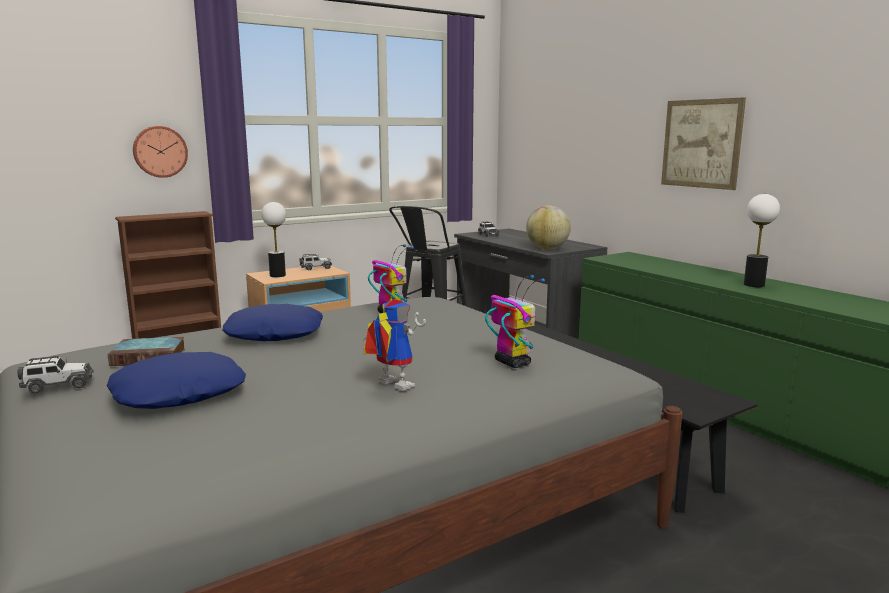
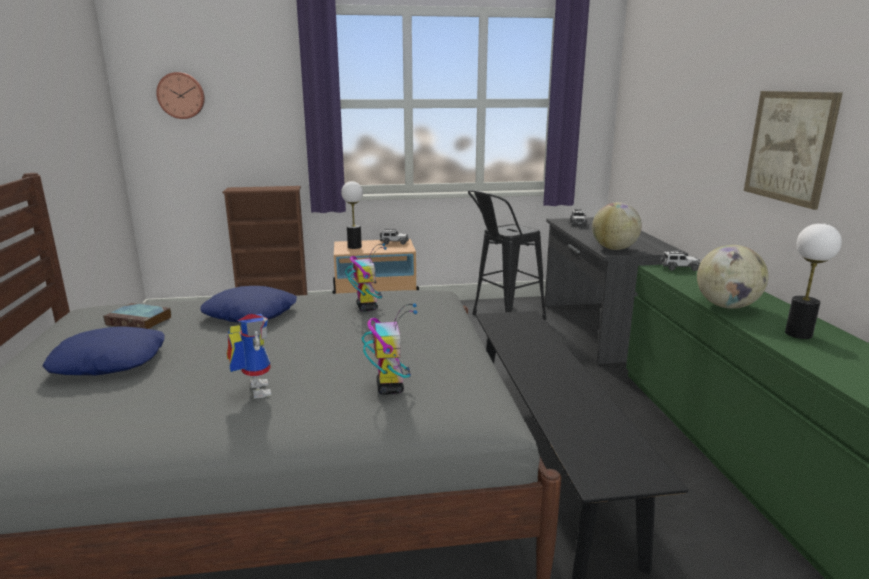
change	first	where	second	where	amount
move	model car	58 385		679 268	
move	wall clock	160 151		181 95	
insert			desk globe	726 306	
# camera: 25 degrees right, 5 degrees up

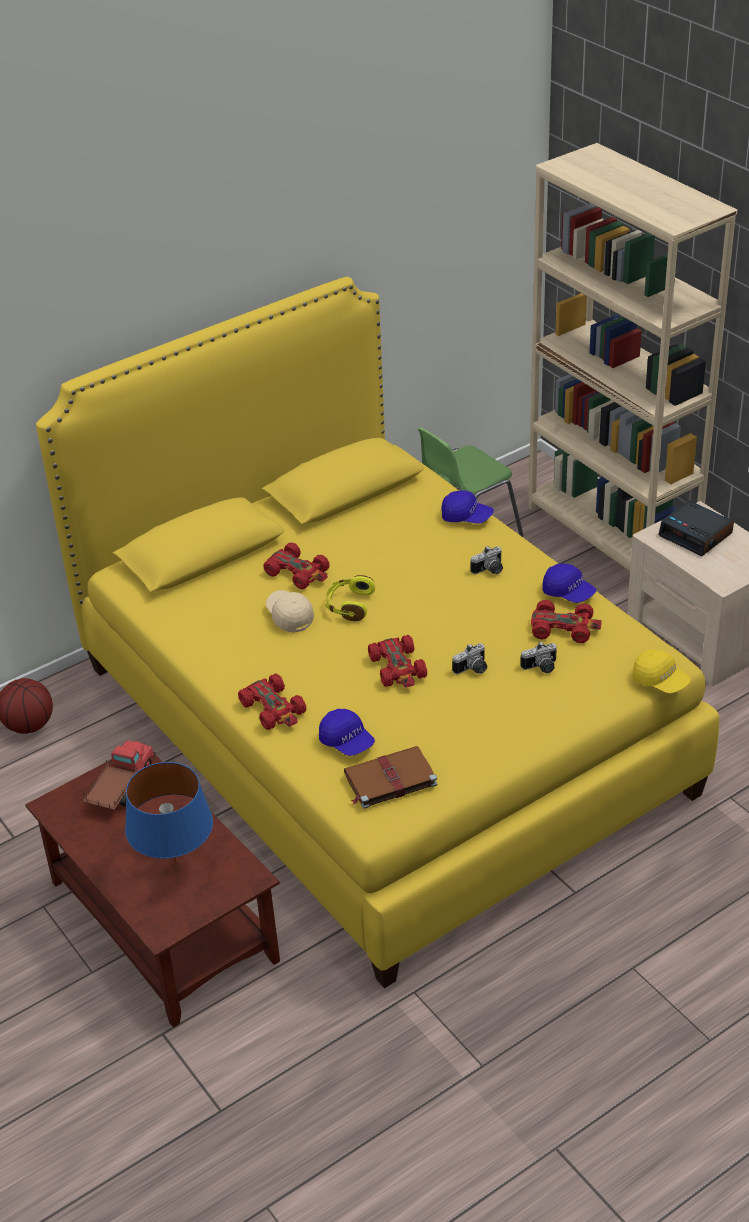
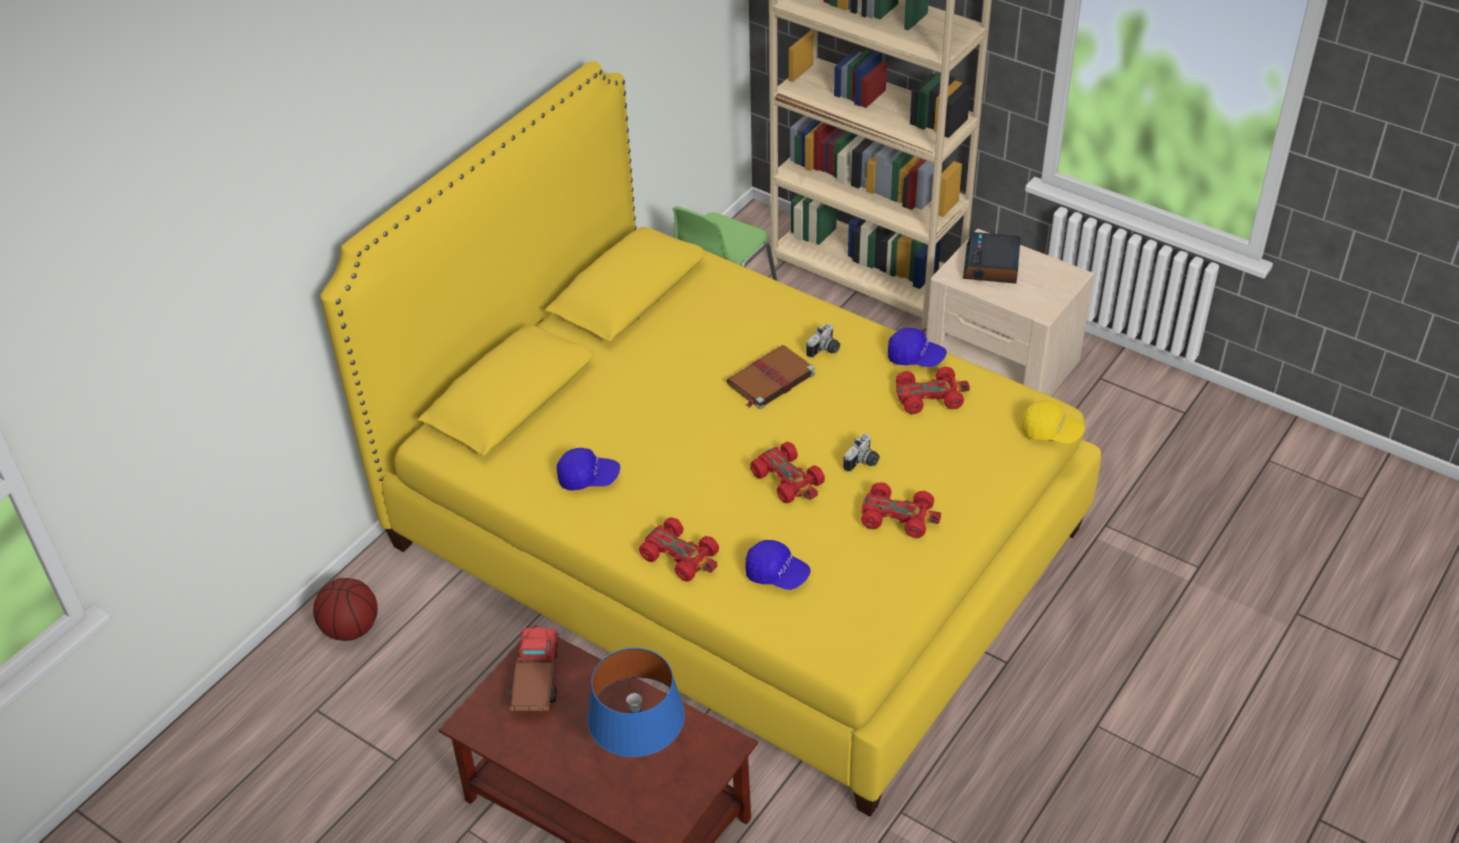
change	first	where	second	where	amount
move	reddish model car	298 572		899 517	
delete	beige peaked cap	289 616			
delete	yellow-coloured pair of headphones	349 605			
move	brown volume	389 780		770 380	
move	blue-coloured peaked cap	466 517		588 478	
delete	still camera	541 668			
rotate	table clock	696 535		992 265	75 degrees clockwise
# camera: 20 degrees left, 5 degrees up

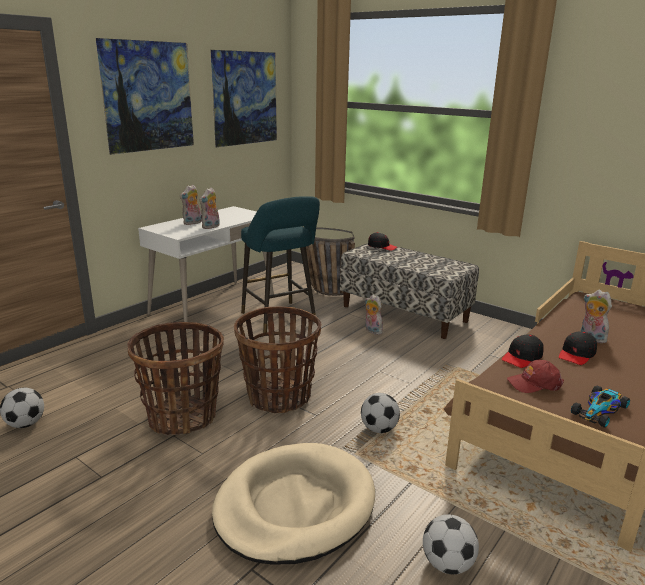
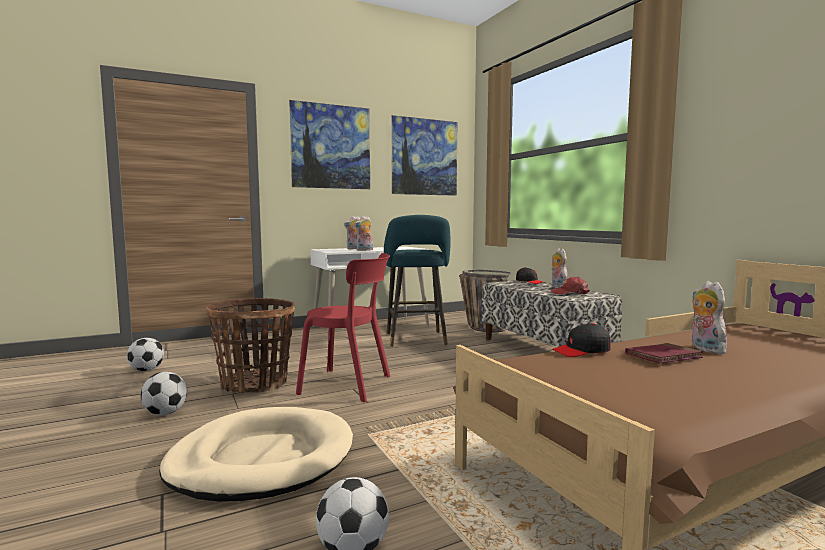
change	first	where	second	where	amount
replace	household basket	279 397	reddish plain chair	350 385	
move	football ball	379 429		165 413	
move	cuddly toy	372 331		558 286	
move	reddish peaked cap	534 383		570 293	
replace	blackish peaked cap	577 354	reddish volume	663 357	
delete	model car	600 410			
# camera: 25 degrees right, 15 degrees down

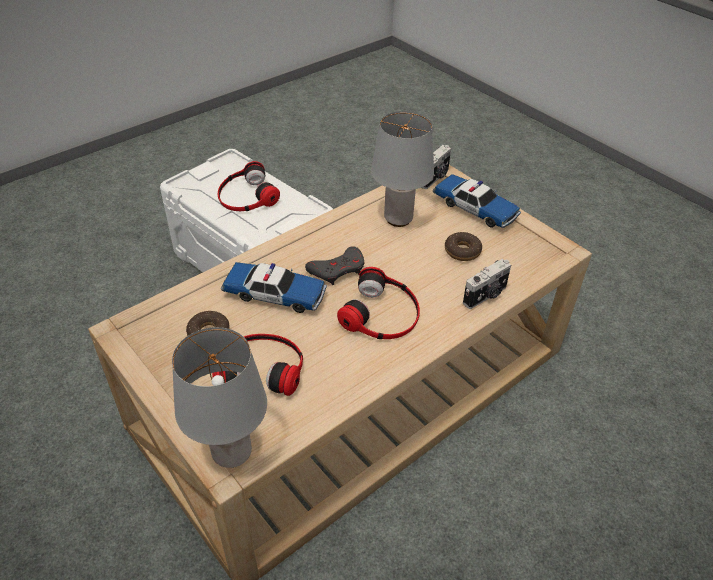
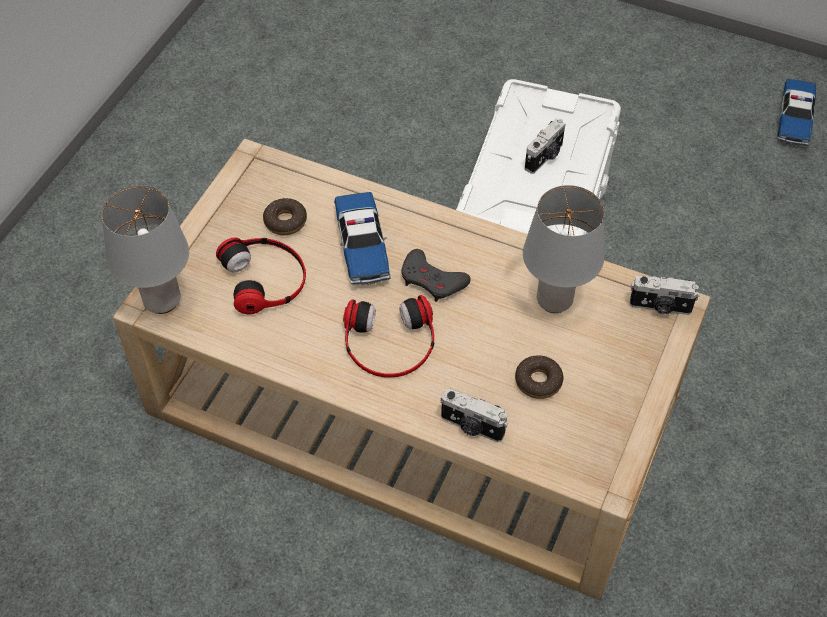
change	first	where	second	where	amount
replace	pair of headphones	246 196	still camera	545 157	
move	model car	475 208		794 118	
# camera: 65 degrees right, 10 degrees up

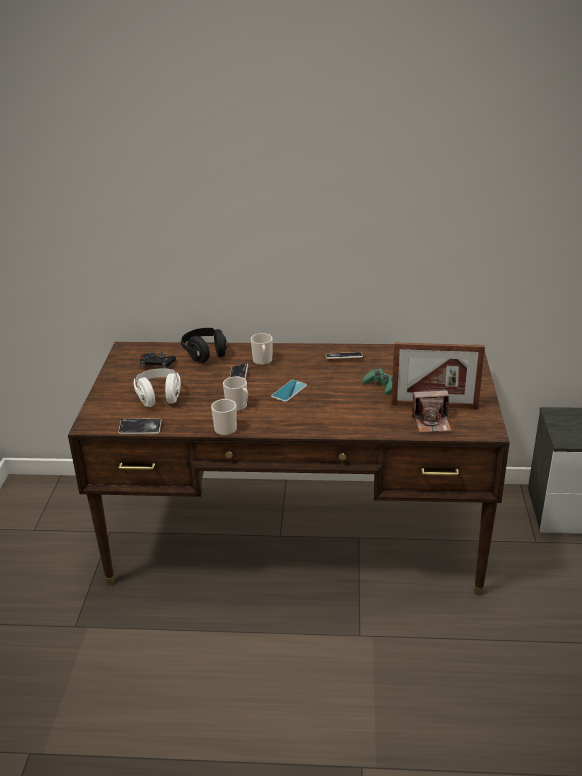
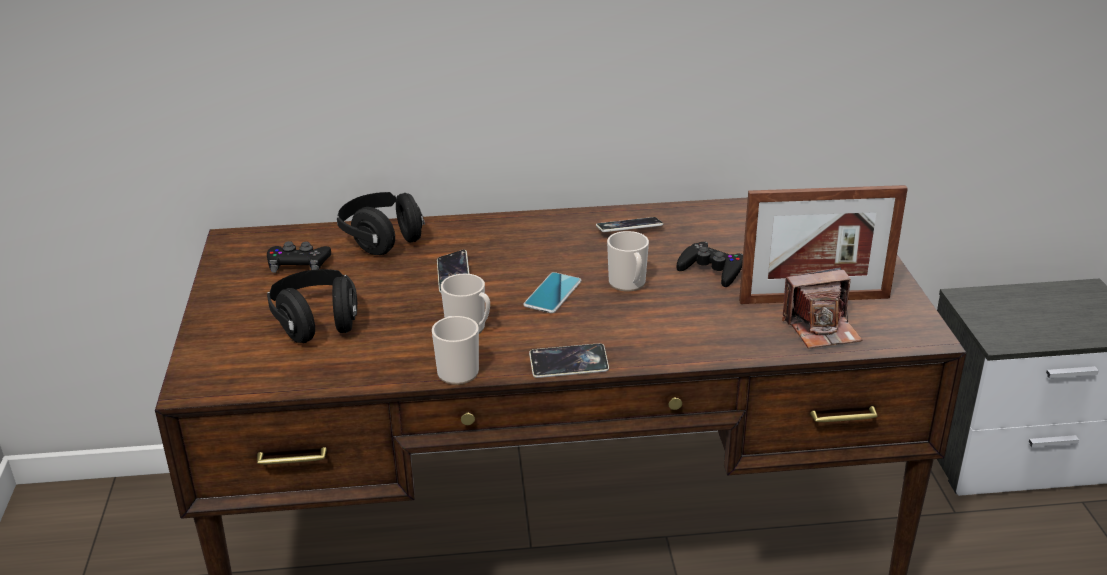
change	first	where	second	where	amount
move	handset	140 428		569 365	
recolor	whitish pair of headphones	159 397	blackish pair of headphones	317 323	
move	coffee mug	263 361		628 284	
recolor	green gamepad	382 385	blackish gamepad	711 270	
# camera: 10 degrees left, 0 degrees up

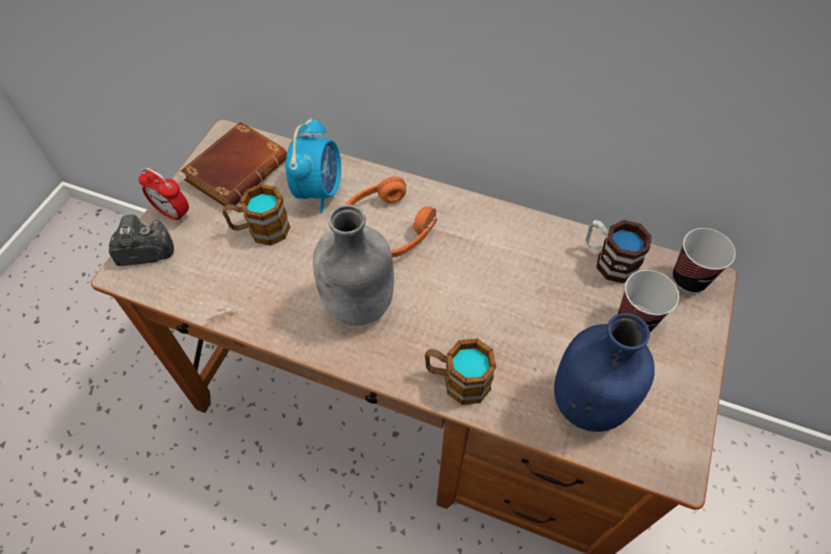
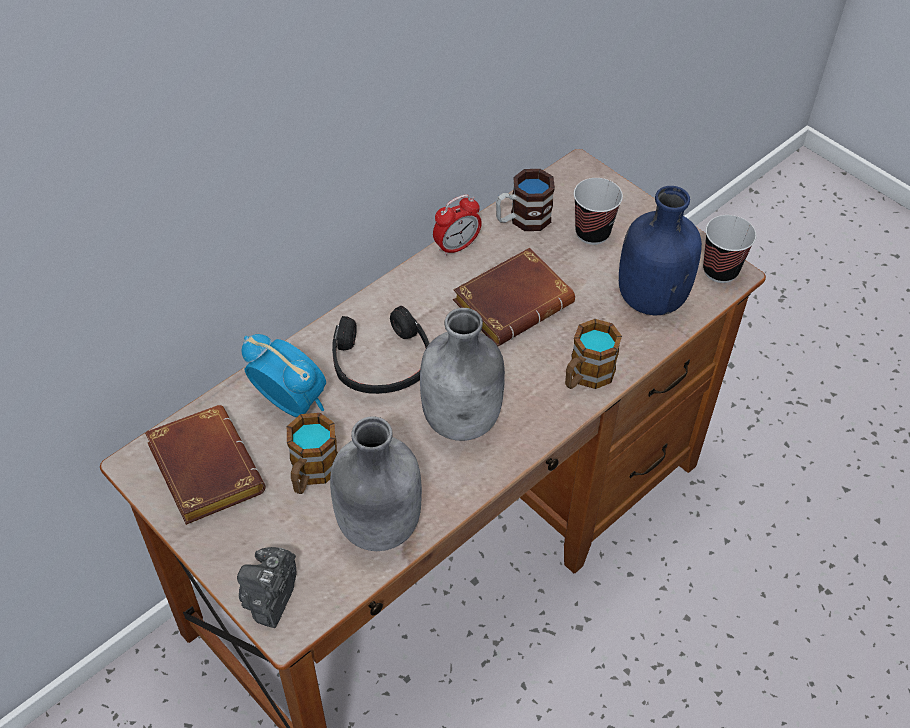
change	first	where	second	where	amount
move	table clock	173 213		456 246	
recolor	orangey pair of headphones	387 228	blackish pair of headphones	381 362	
move	drinking cup	689 279		720 270	
insert			grey beverage bottle	378 527	
insert			brown volume	513 301	
# camera: 65 degrees left, 5 degrees down

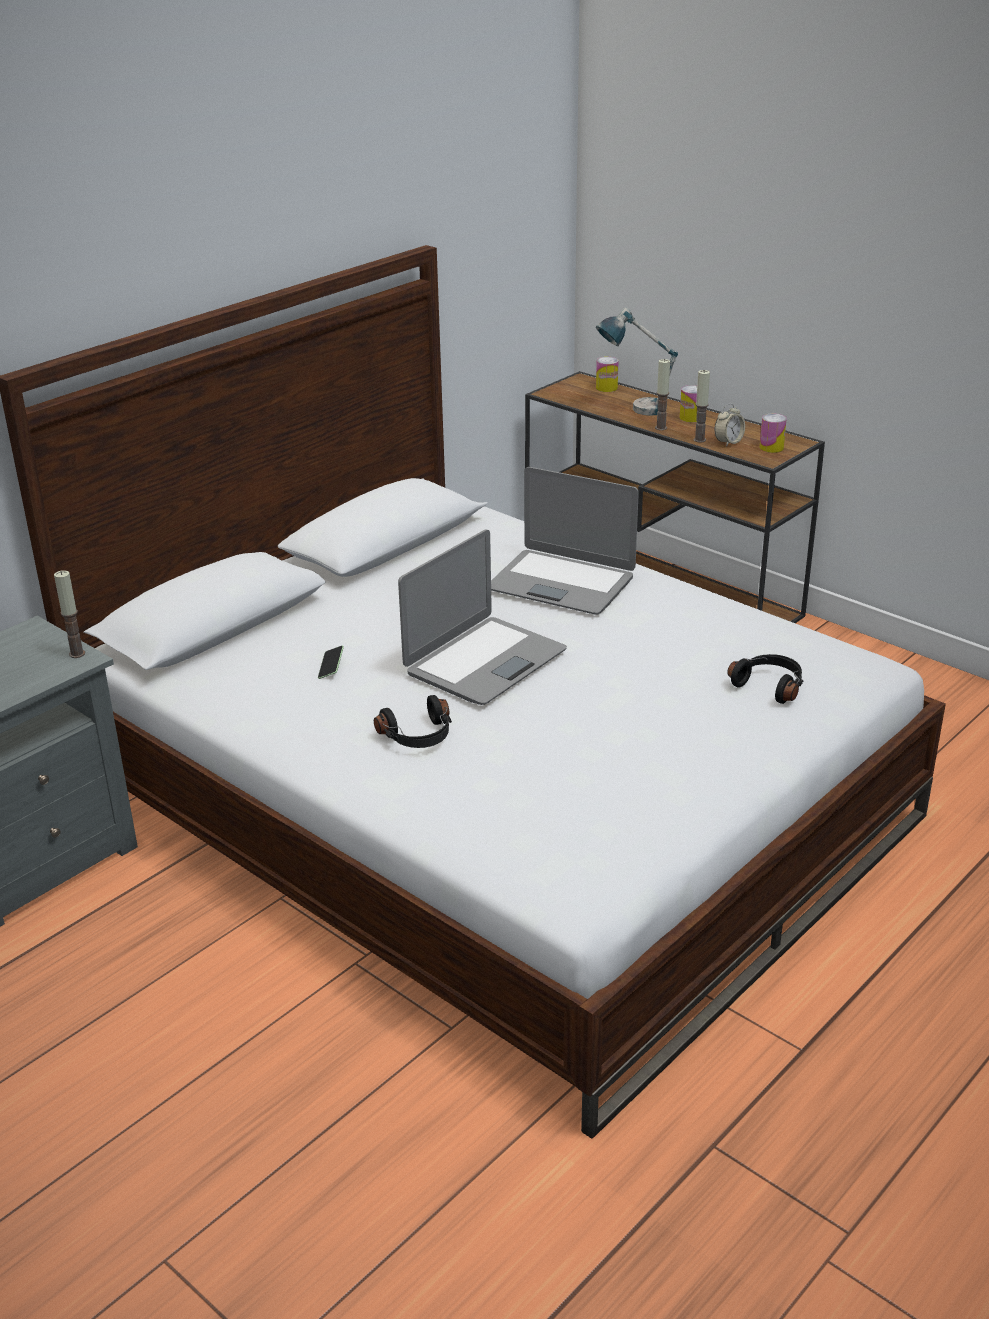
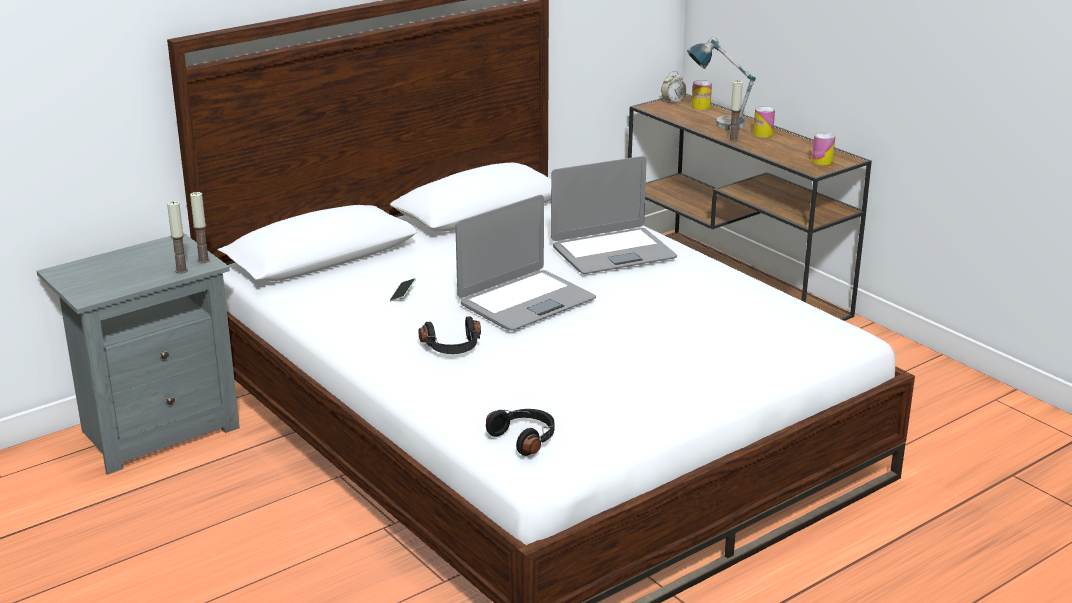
change	first	where	second	where	amount
rotate	notebook computer	561 583		612 252	60 degrees counterclockwise
move	wax candle	699 440		181 270	
move	table clock	728 442		673 101	
move	blackish pair of headphones	770 686		525 438	
# camera: 10 degrees right, 5 degrees down

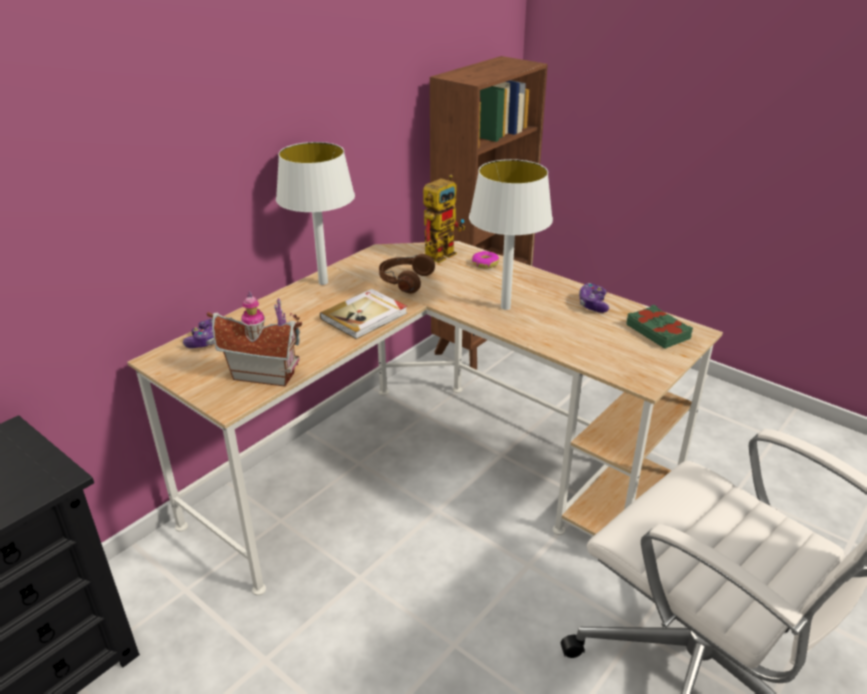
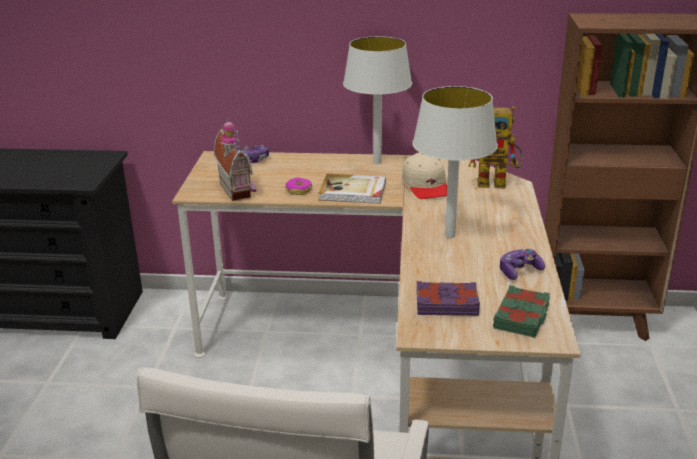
change	first	where	second	where	amount
replace	brown pair of headphones	404 281	beige peaked cap	426 186	
move	ring doughnut	485 264		298 190	
insert			purple volume	446 304	
# camera: 55 degrees right, 5 degrees down

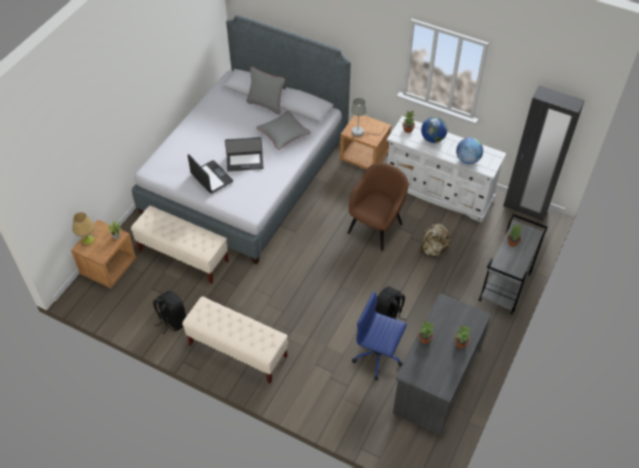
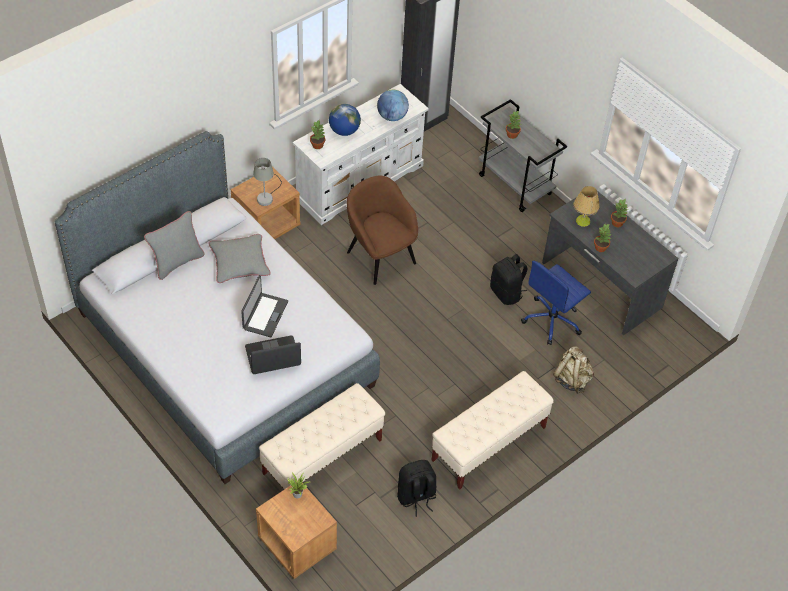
change	first	where	second	where	amount
move	table lamp	88 240		583 221	
move	beige knapsack	433 250		572 379	
# camera: 70 degrees left, 0 degrees up

